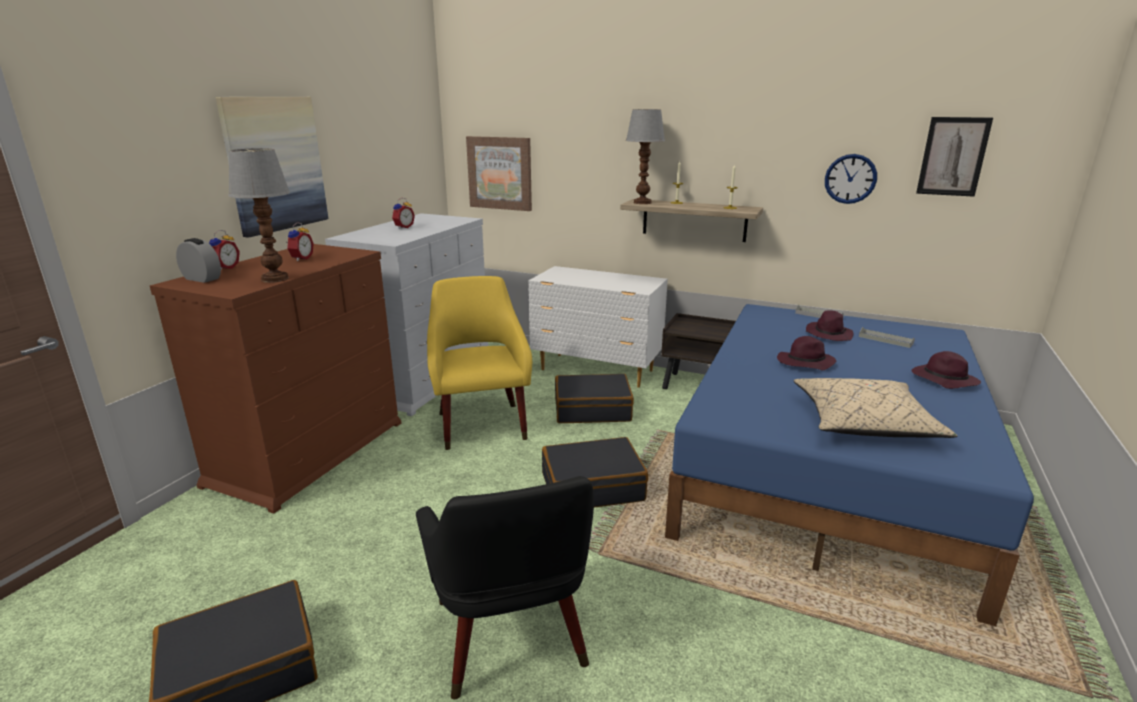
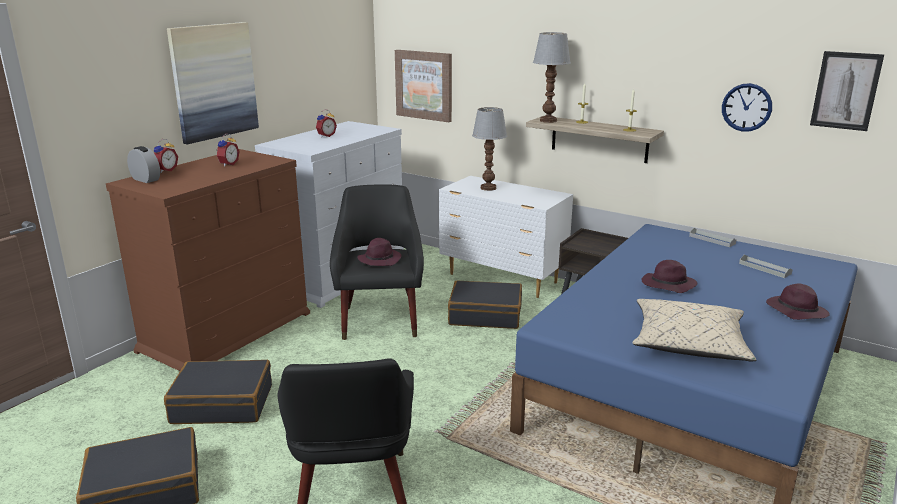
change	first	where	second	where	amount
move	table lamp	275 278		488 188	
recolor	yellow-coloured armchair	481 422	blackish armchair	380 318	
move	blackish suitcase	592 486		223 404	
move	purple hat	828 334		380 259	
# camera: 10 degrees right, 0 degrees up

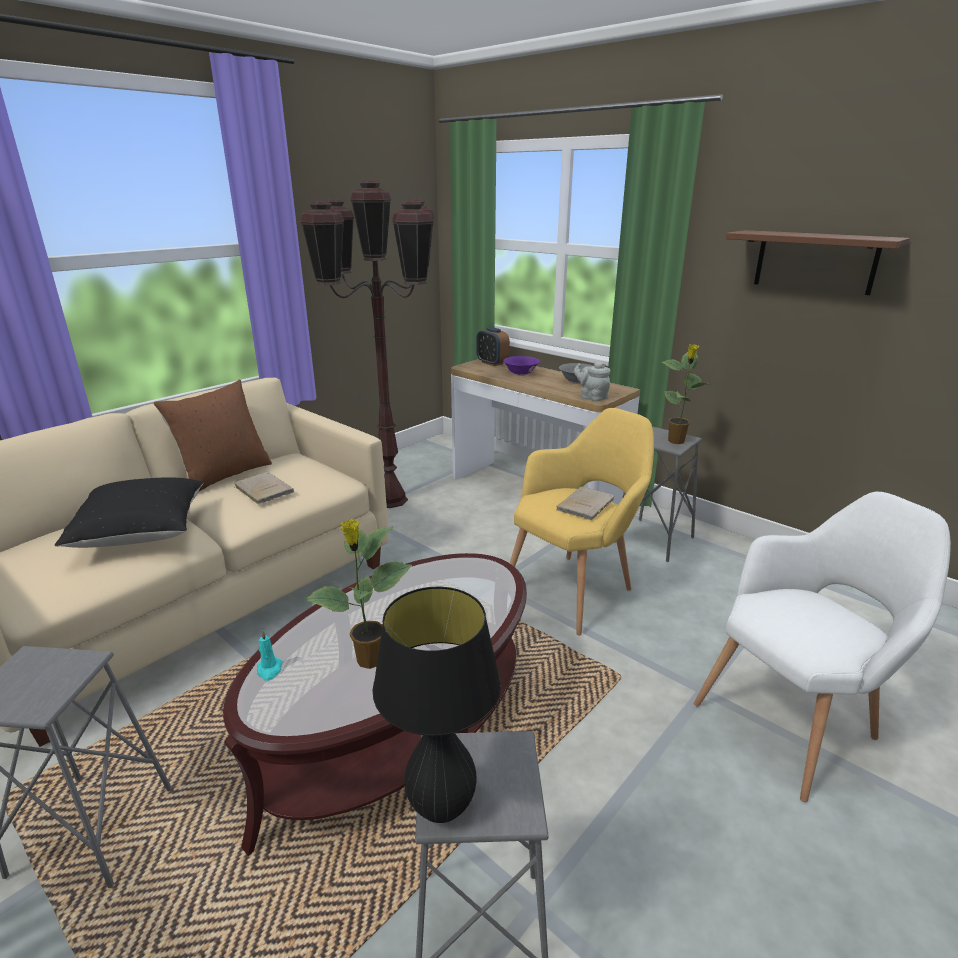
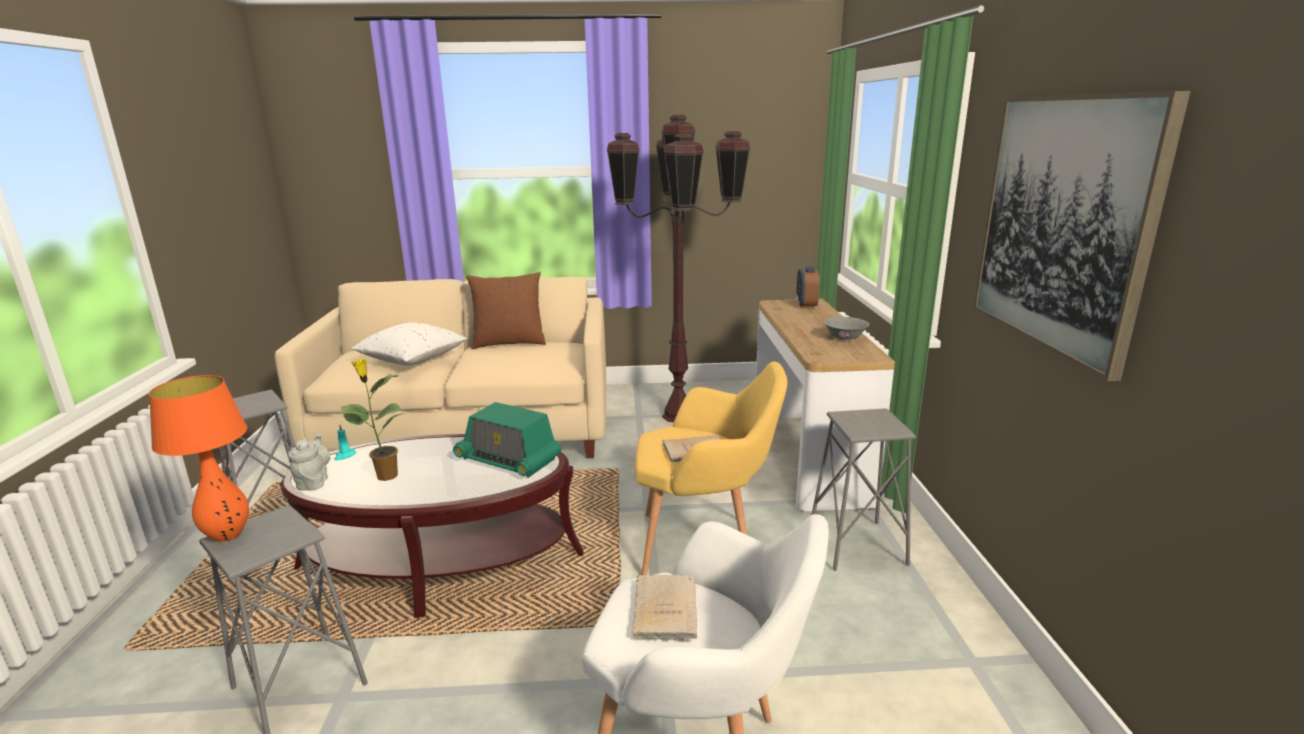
change	first	where	second	where	amount
recolor	blackish throw pillow	141 532	whitish throw pillow	412 359	
move	beige volume	263 489		665 607	
recolor	blackish table lamp	441 808	orangey table lamp	228 535	
delete	purple deep dish	521 373			
move	grey teapot	591 397		314 482	
delete	plant in a pot	677 441			
replace	brown shelf	815 261	picture	1063 224	
insert			radio receiver	508 459	
# camera: 45 degrees right, 5 degrees down

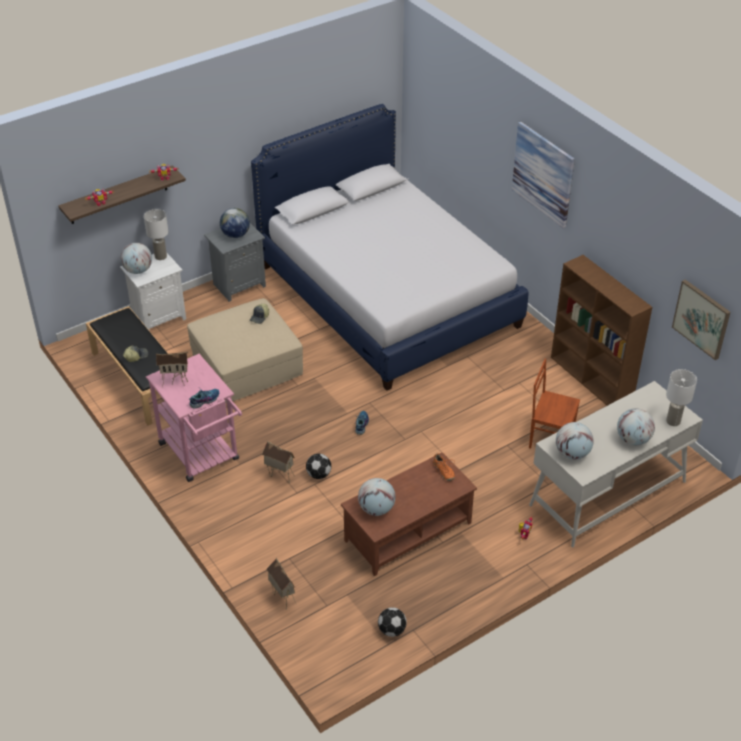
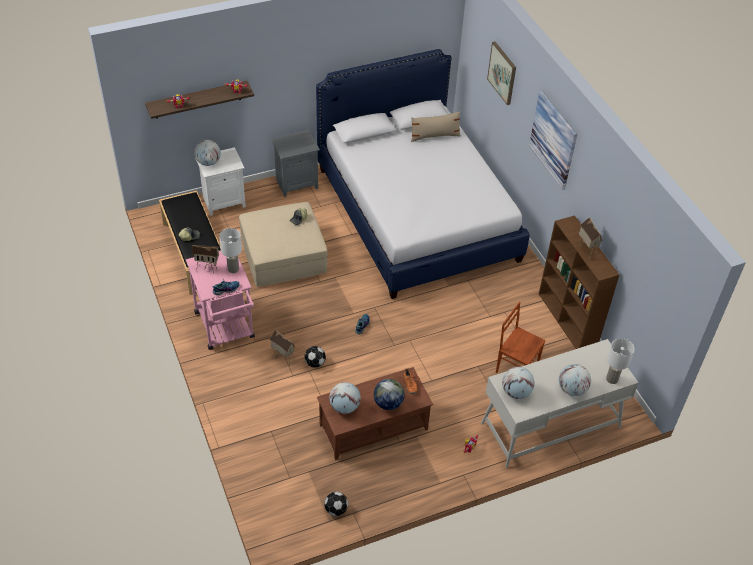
change	first	where	second	where	amount
move	whitish table lamp	160 256		233 269	
move	desk globe	235 235		388 403	
move	toy house	282 597		586 250	
move	picture	701 319		502 73	
insert			beige throw pillow	434 136	
# camera: 10 degrees right, 5 degrees up

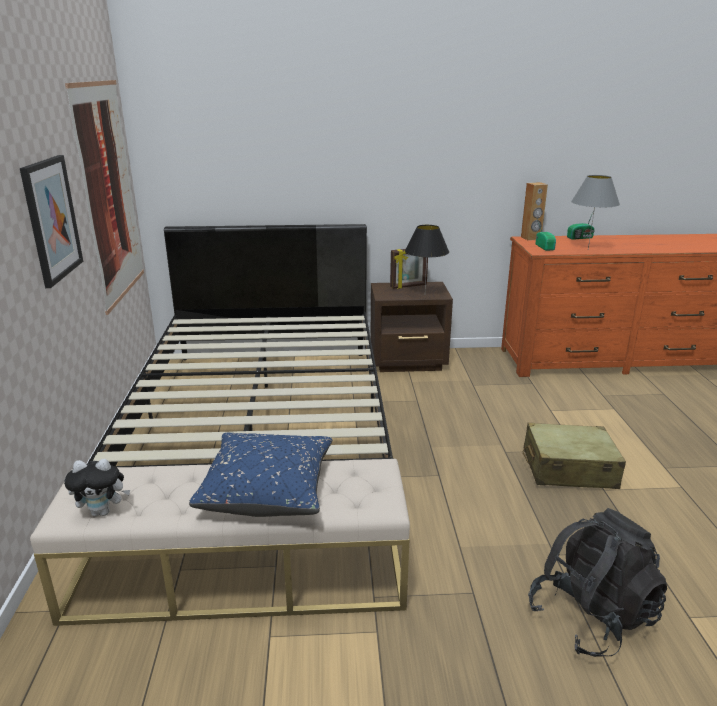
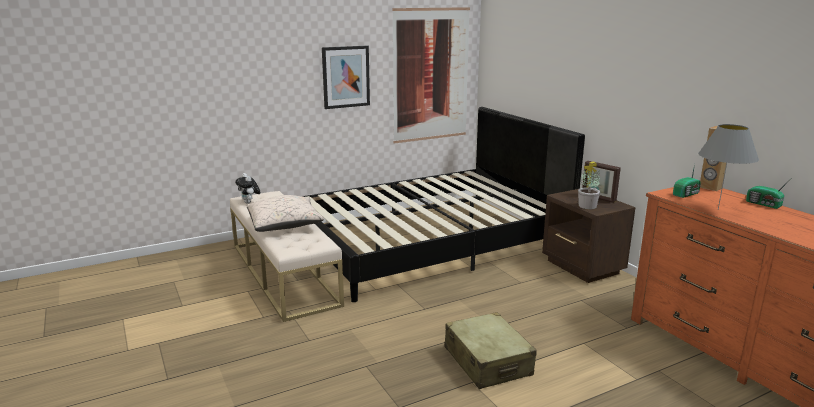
change	first	where	second	where	amount
recolor	blue-coloured throw pillow	267 490	beige throw pillow	285 225	
replace	blackish table lamp	424 295	plant in a pot	587 206	
delete	blackish knapsack	591 616			
# camera: 65 degrees right, 5 degrees down

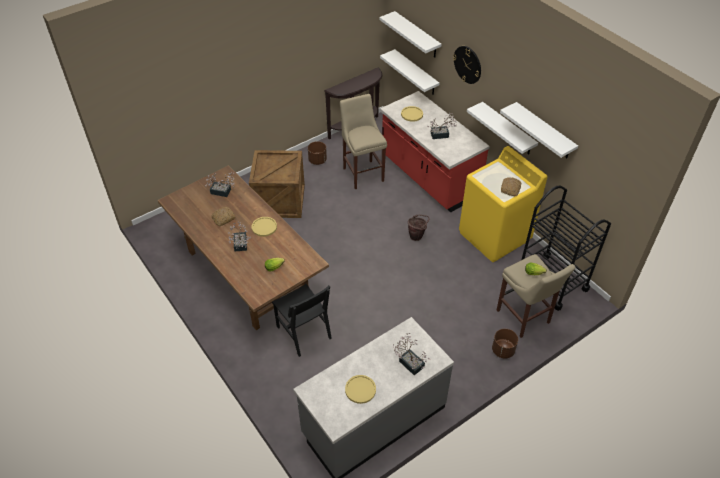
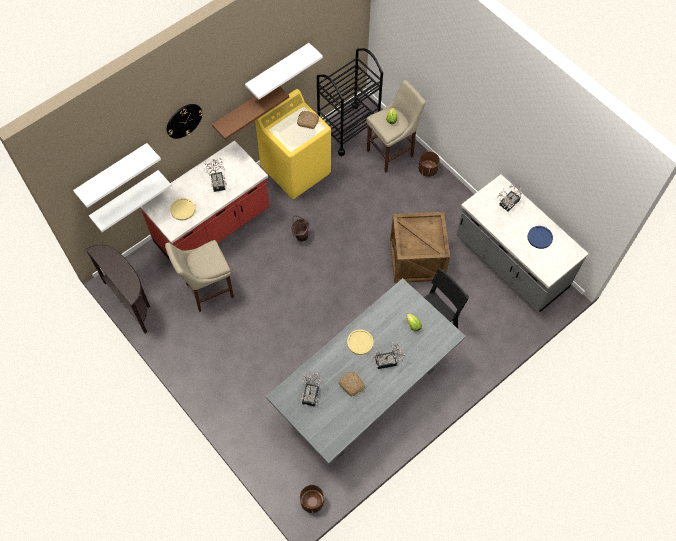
change	first	where	second	where	amount
recolor	brown dinner table	248 274	grey dinner table	365 389	
move	shipping crate	279 201		417 260	
move	brown plant pot	317 160		312 501	
recolor	yellow-coloured plate	360 389	blue-coloured plate	539 237	
recolor	whitish shelf	508 129	brown shelf	245 109	
# camera: 95 degrees left, 15 degrees up

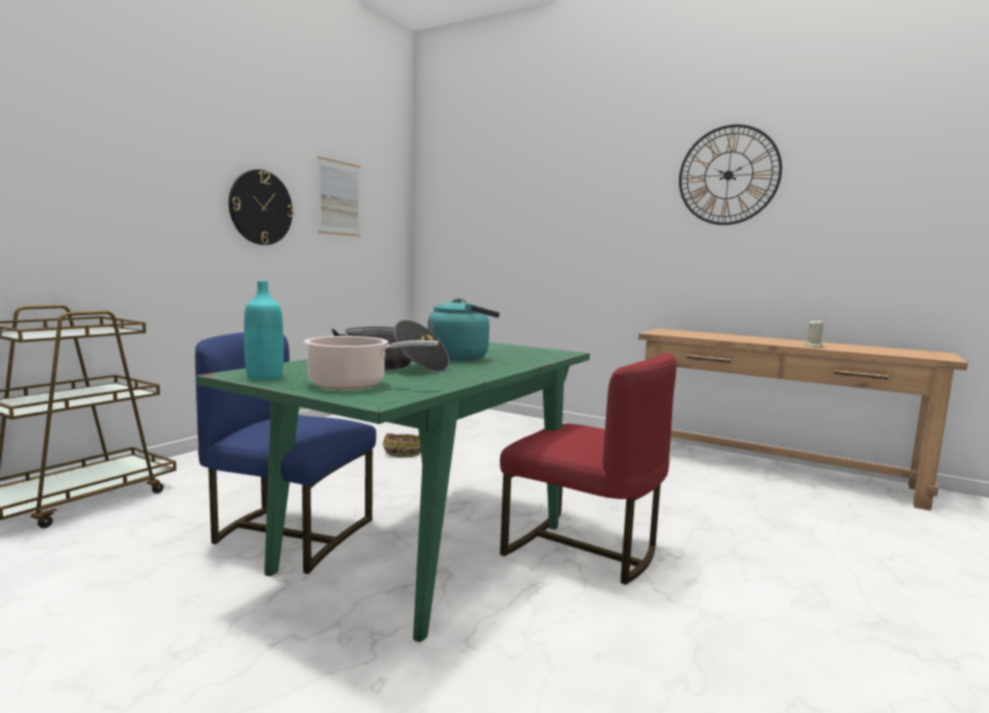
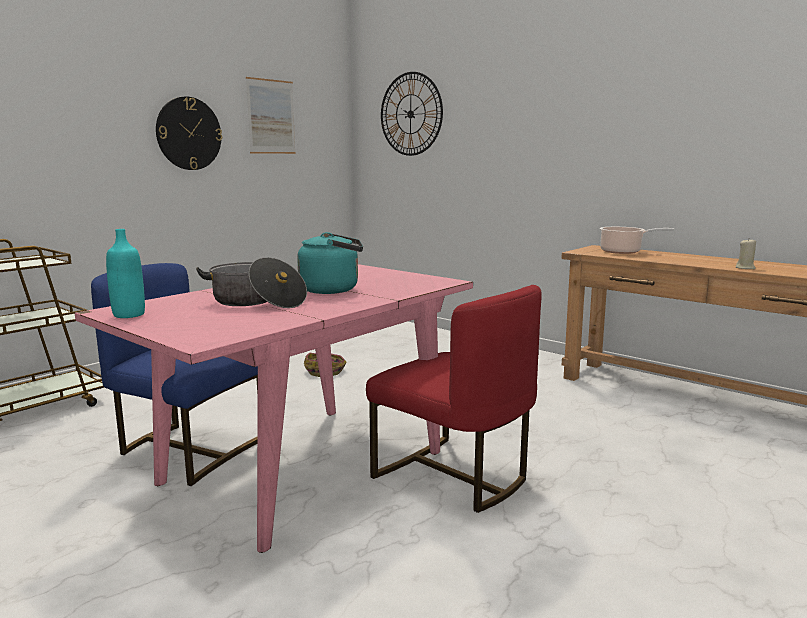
change	first	where	second	where	amount
recolor	green dinner table	424 549	pink-coloured dinner table	302 468	
move	saucepot	352 384		623 252	
move	wall clock	728 175		410 114	
# camera: 10 degrees right, 5 degrees up

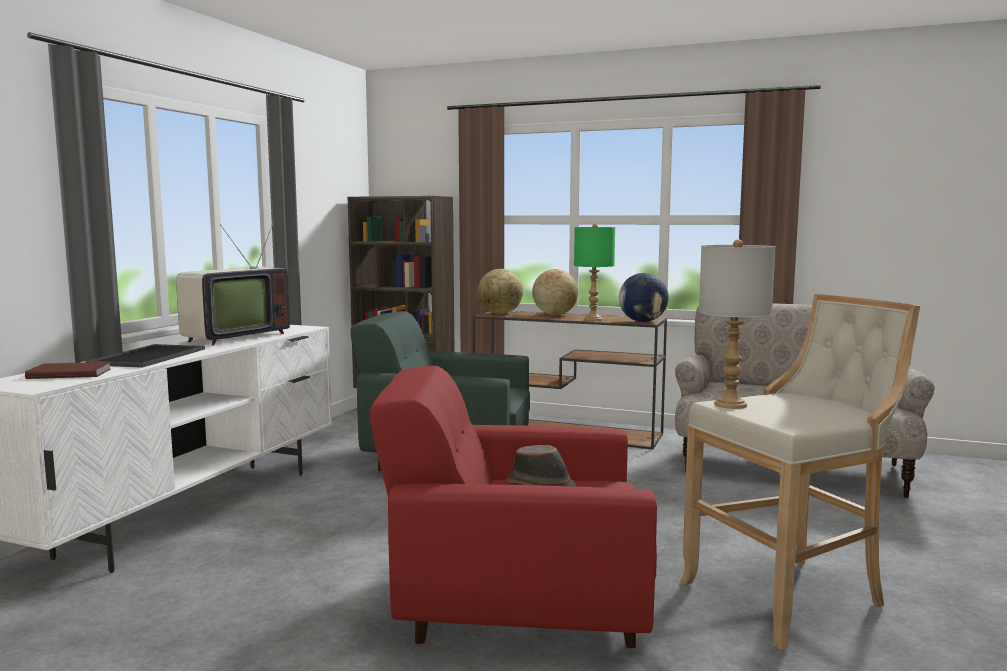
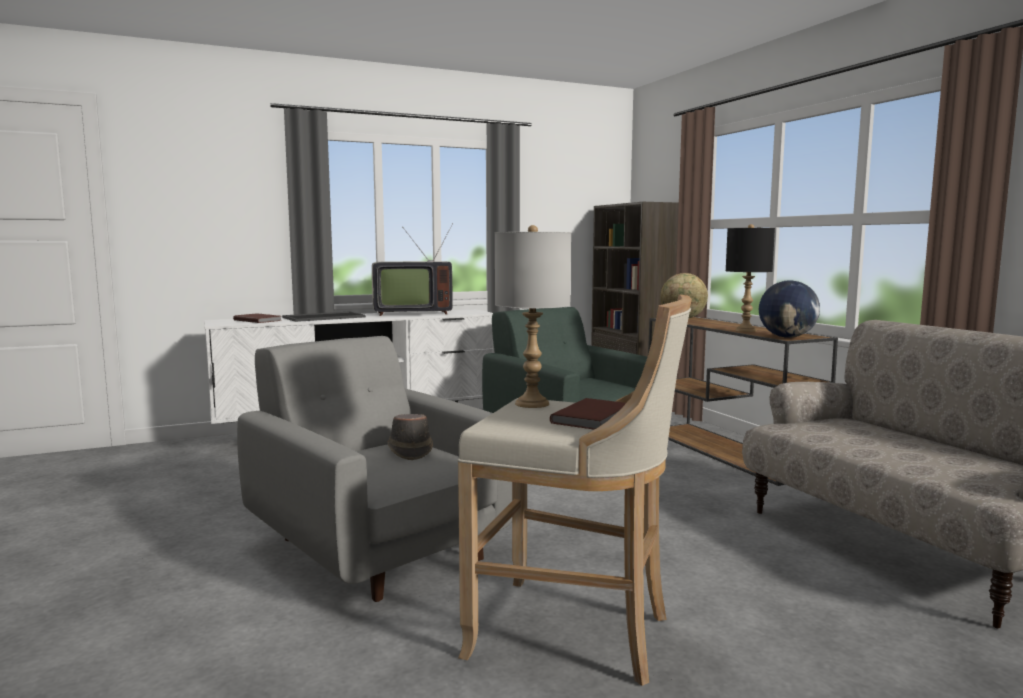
change	first	where	second	where	amount
recolor	reddish armchair	515 606	grey armchair	377 545	
delete	desk globe	554 314			
recolor	green table lamp	593 319	blackish table lamp	746 330	
insert			brown volume	594 417	
# camera: 45 degrees right, 0 degrees up

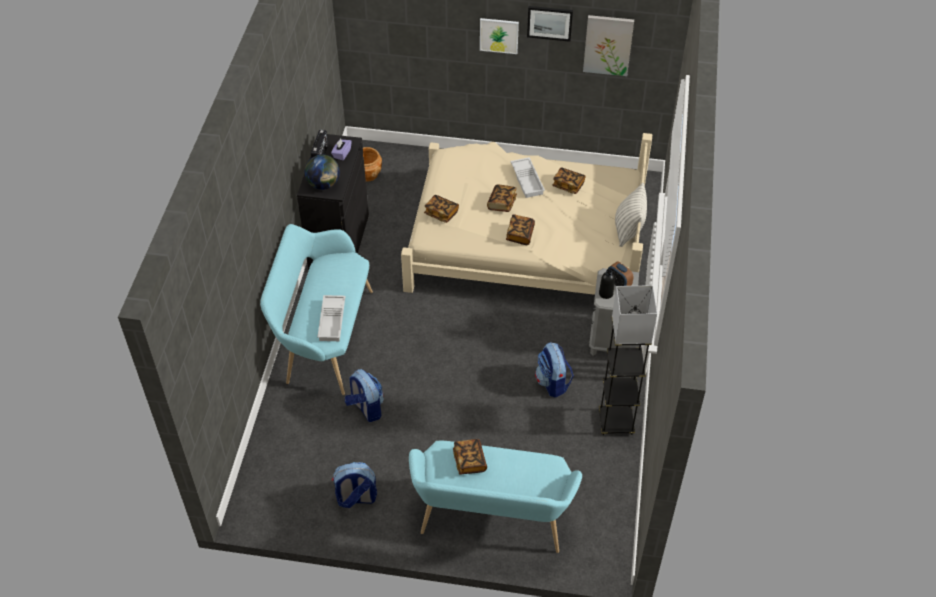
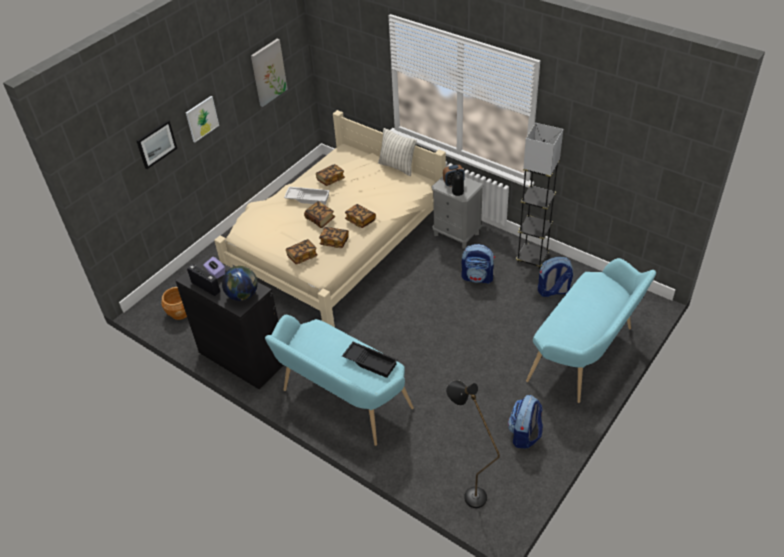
change	first	where	second	where	amount
recolor	whitish tray	333 321	blackish tray	371 361	
move	knapsack	366 408		553 291	
move	volume	469 461		334 242	
move	picture	549 22		156 144	
insert			blackish standing lamp	468 493	
# camera: 60 degrees left, 5 degrees down

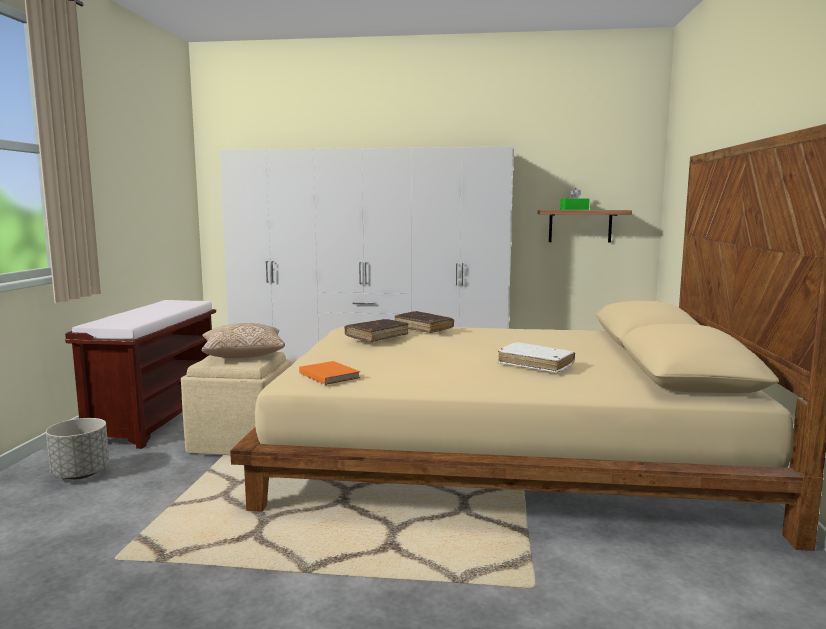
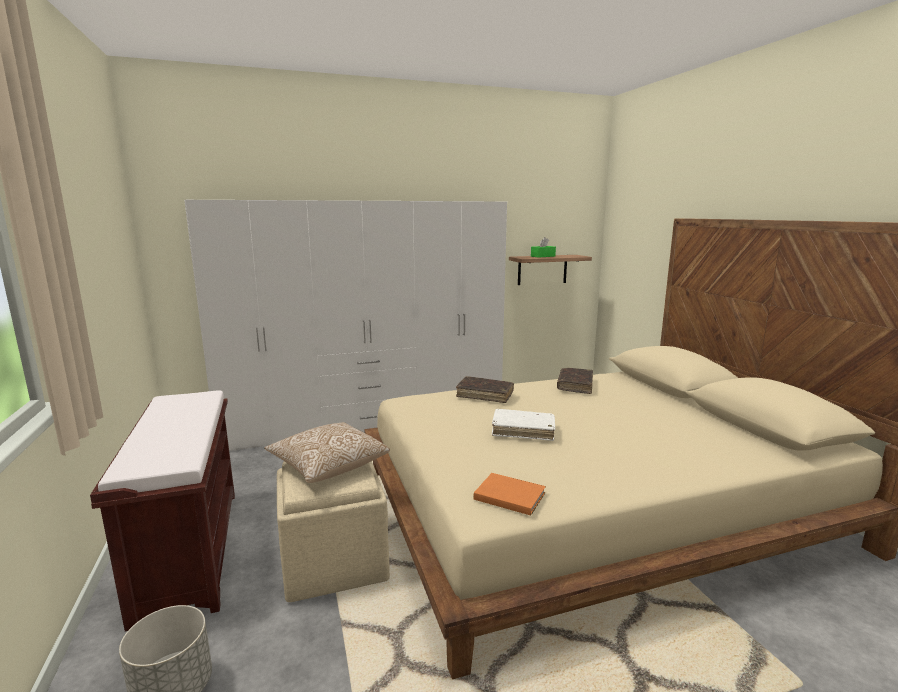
change	first	where	second	where	amount
move	brown volume	377 336		575 385	
move	whitish volume	535 364		523 431	
# camera: 25 degrees left, 5 degrees up

